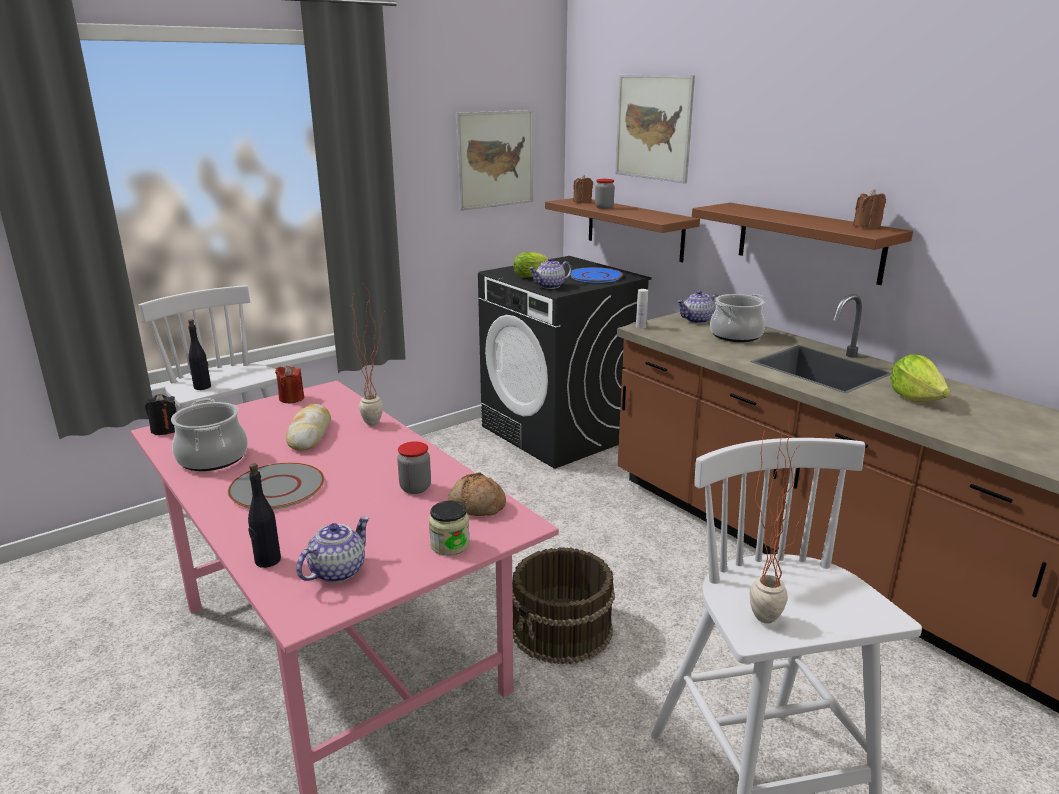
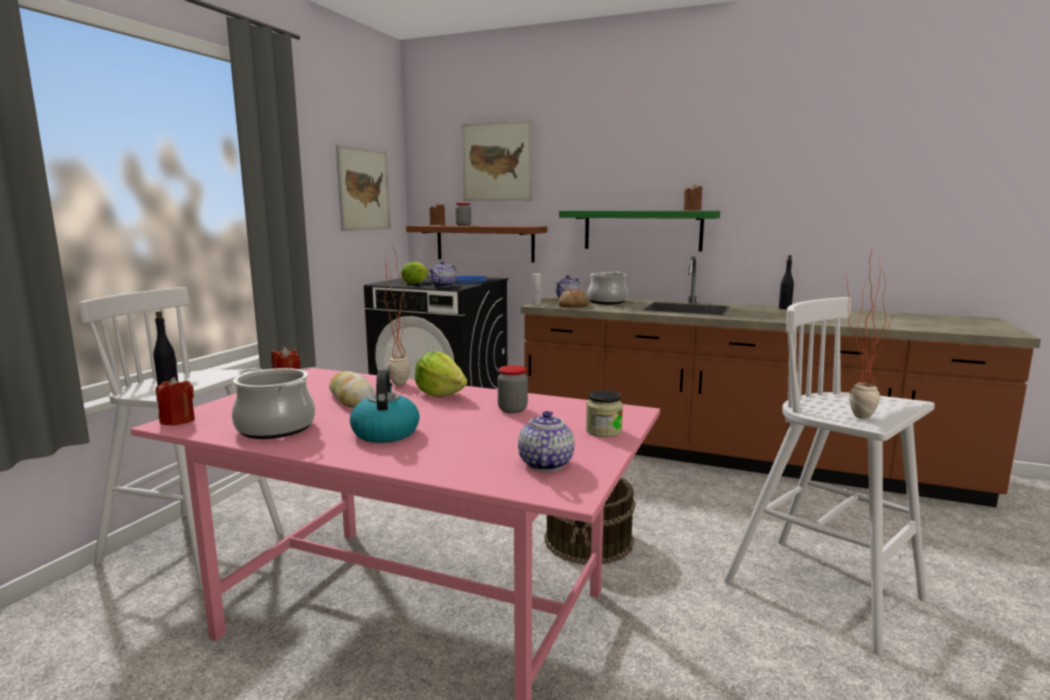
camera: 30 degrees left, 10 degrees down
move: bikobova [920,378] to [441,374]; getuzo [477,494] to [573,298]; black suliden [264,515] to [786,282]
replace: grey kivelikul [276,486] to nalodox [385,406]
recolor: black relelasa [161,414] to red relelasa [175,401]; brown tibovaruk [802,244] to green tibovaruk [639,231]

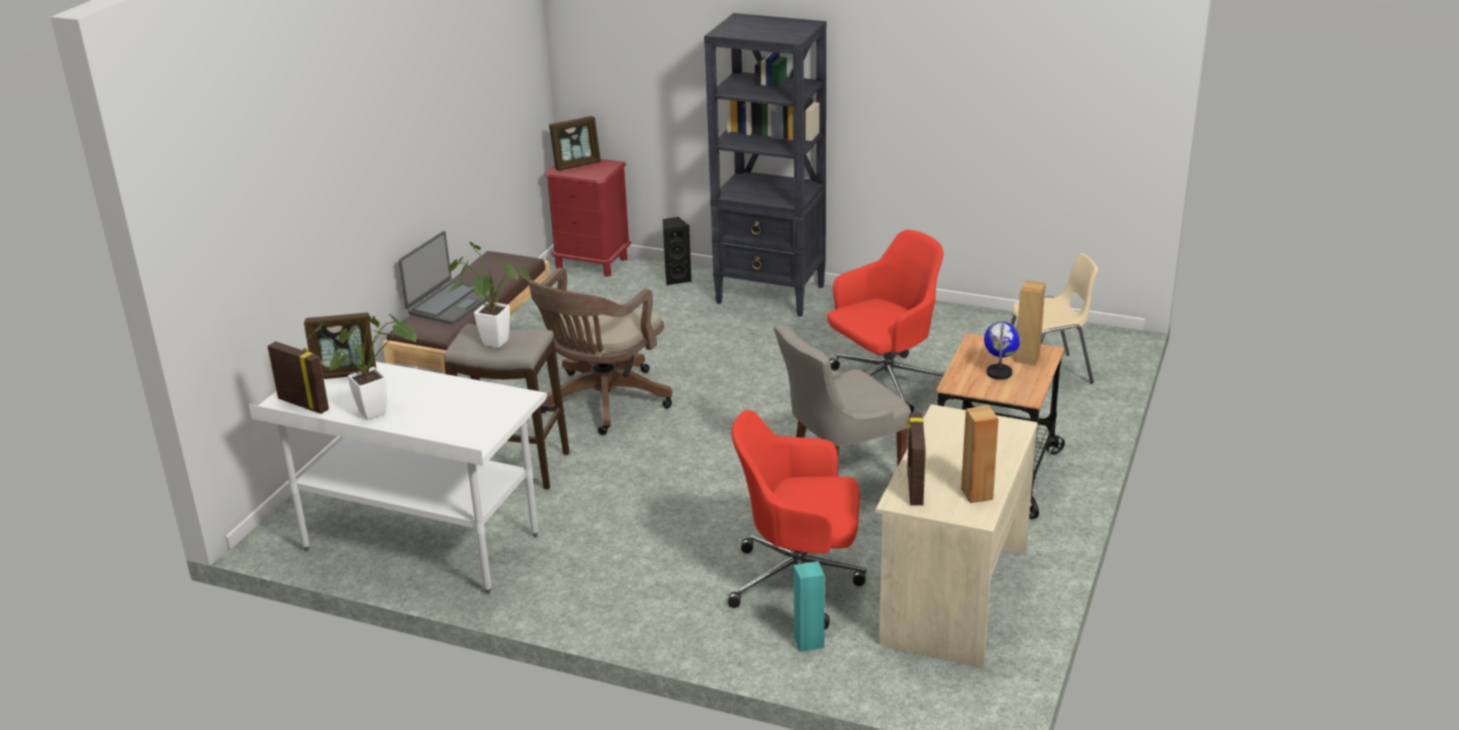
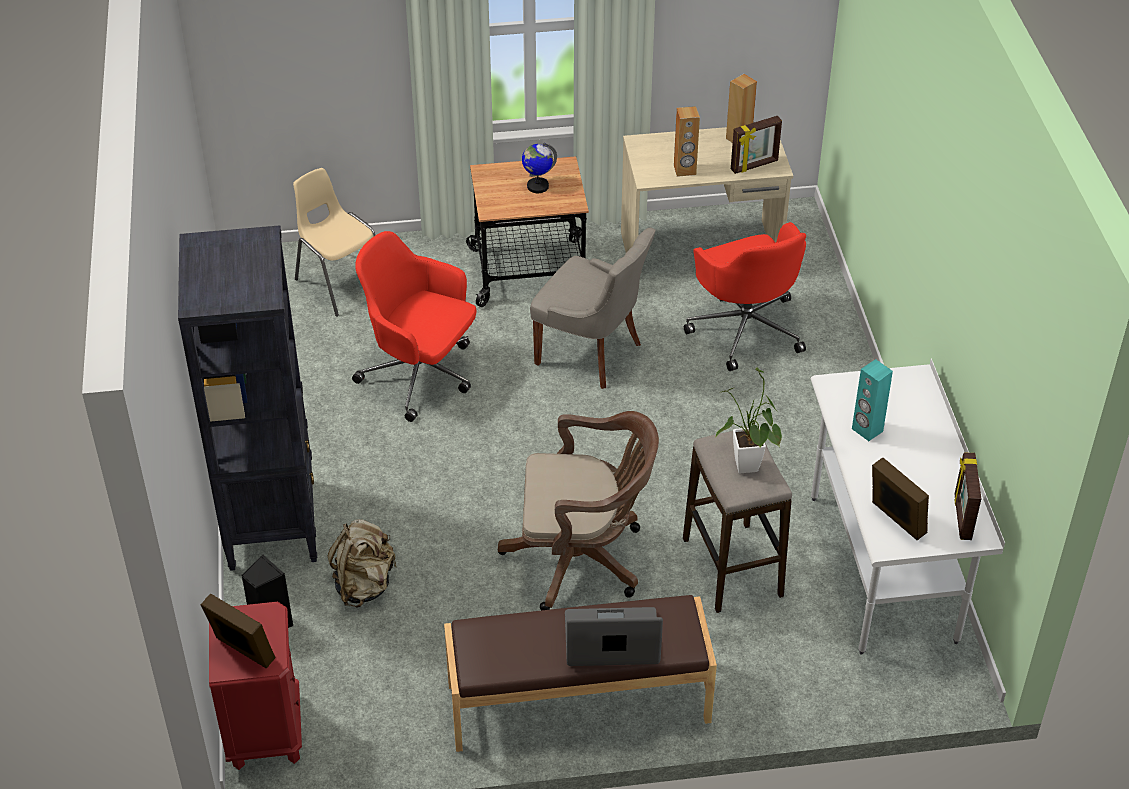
camera: 120 degrees left, 15 degrees up
delete: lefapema [362,367]
insert: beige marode [362,563]
move: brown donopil [1030,322] to [687,141]; turquoise donopil [809,606] to [872,400]

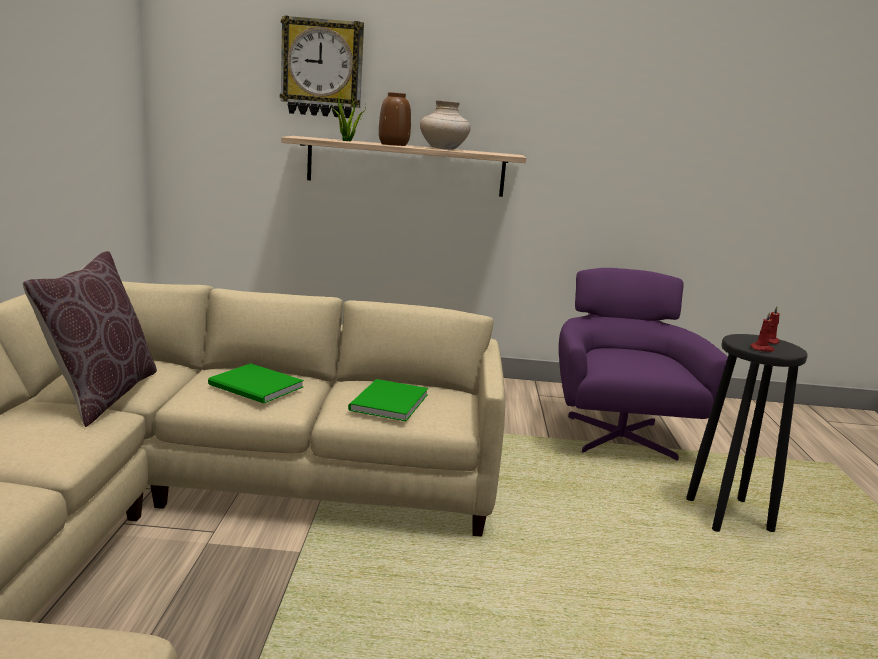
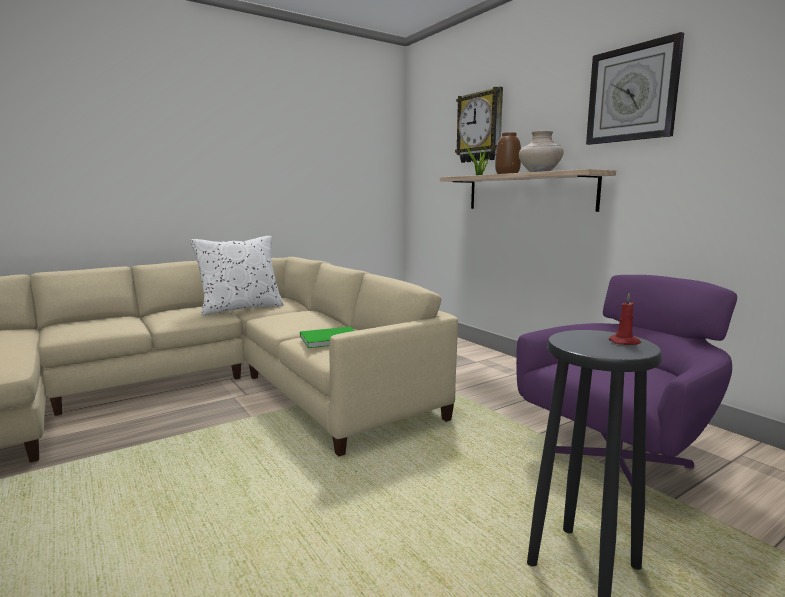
camera: 55 degrees right, 5 degrees down
delete: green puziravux [256,383]; red relelasa [762,332]
insert: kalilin [635,88]
recolor: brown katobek [90,339] to white katobek [237,276]

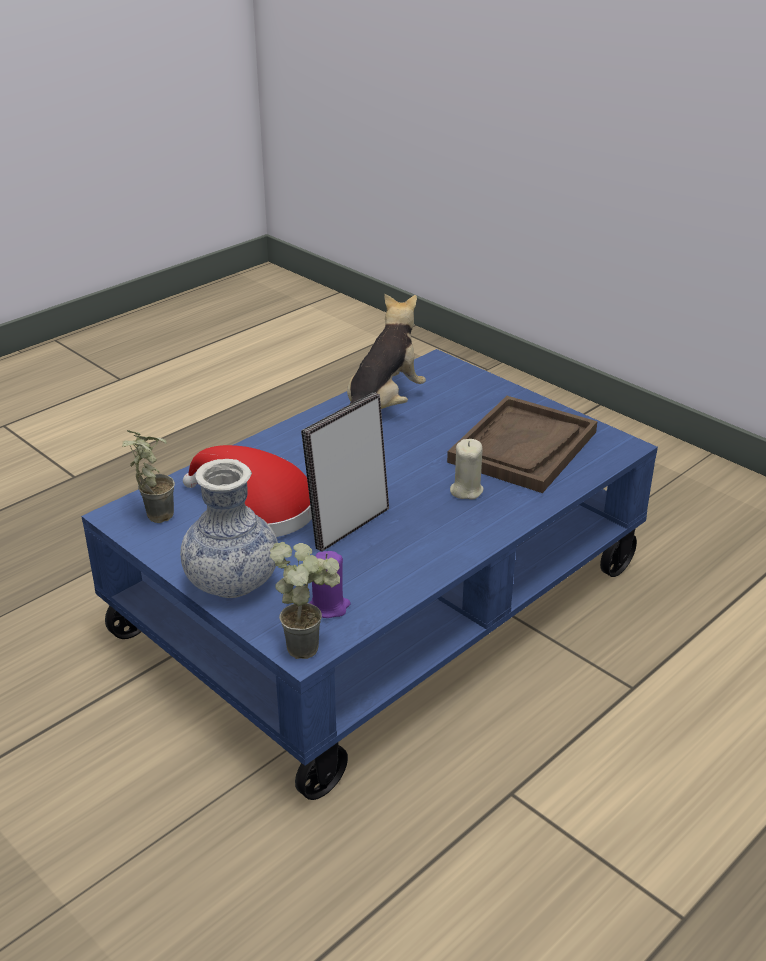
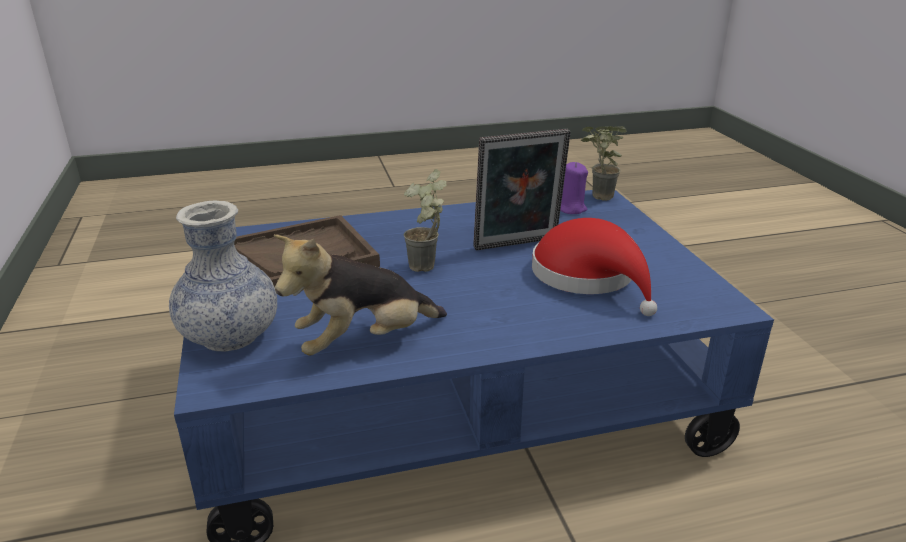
camera: 150 degrees left, 5 degrees down
delete: beige relelasa [467,469]
move: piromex [229,528] to [223,276]; lefapema [148,476] to [425,220]

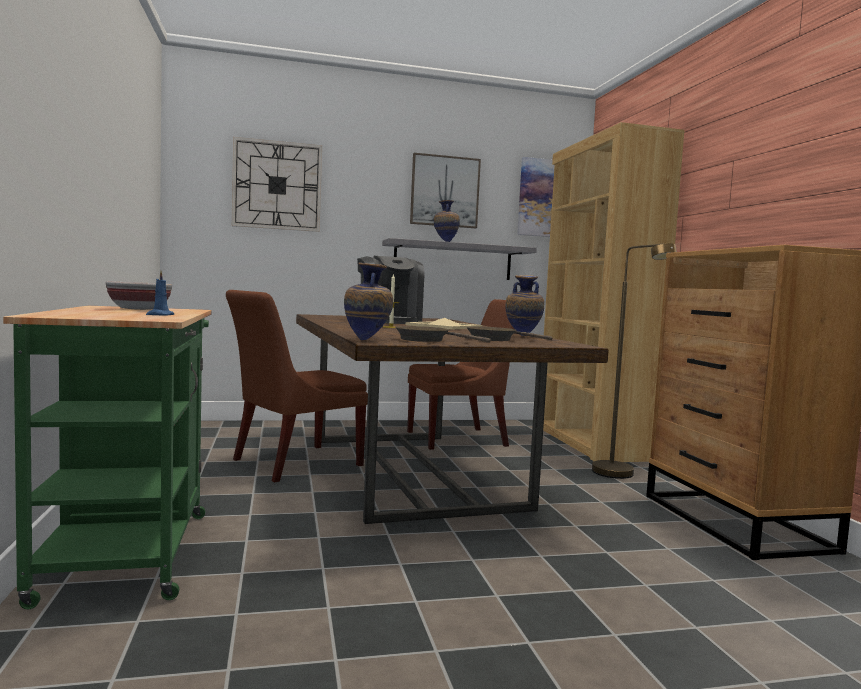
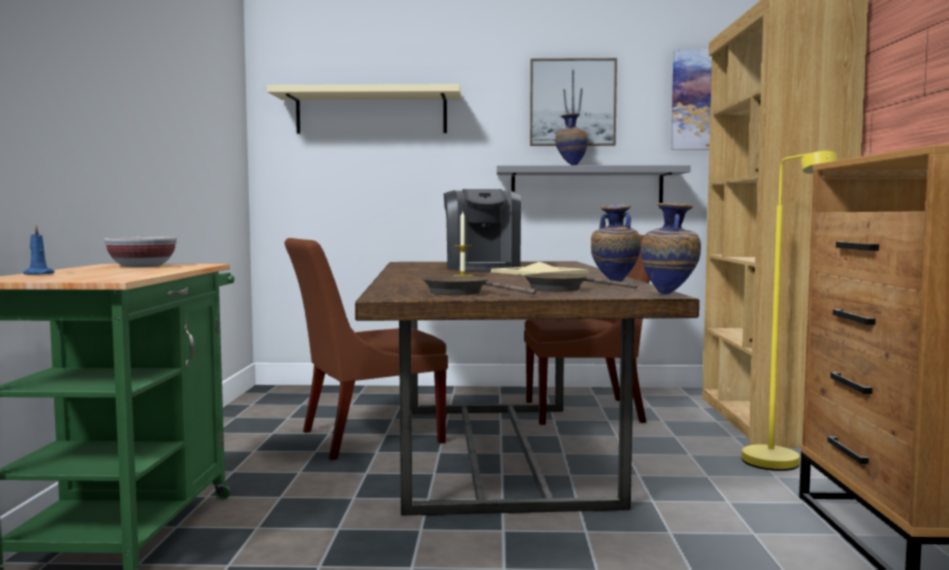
camera: 15 degrees right, 0 degrees up
move: blue relelasa [160,293] to [39,250]; piromex [368,301] to [671,249]
replace: kalilin [277,184] to beige tibovaruk [364,109]
recolor: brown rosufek [634,361] to yellow rosufek [789,311]

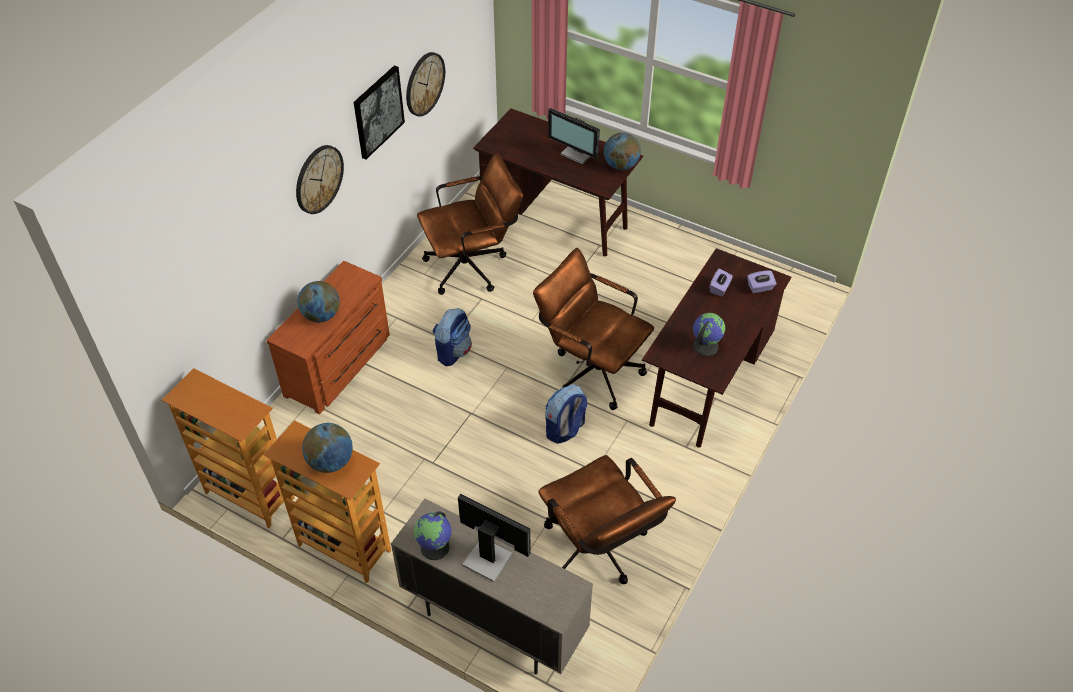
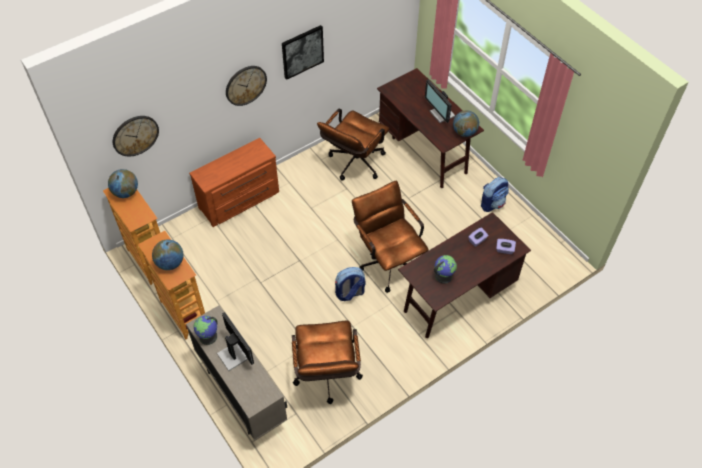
camera: 25 degrees right, 5 degrees up
move: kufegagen [319,301] to [123,183]; kalilin [425,84] to [136,136]; marode [452,337] to [495,194]
rotate: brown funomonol [470,224] = [353,144] 120 degrees clockwise

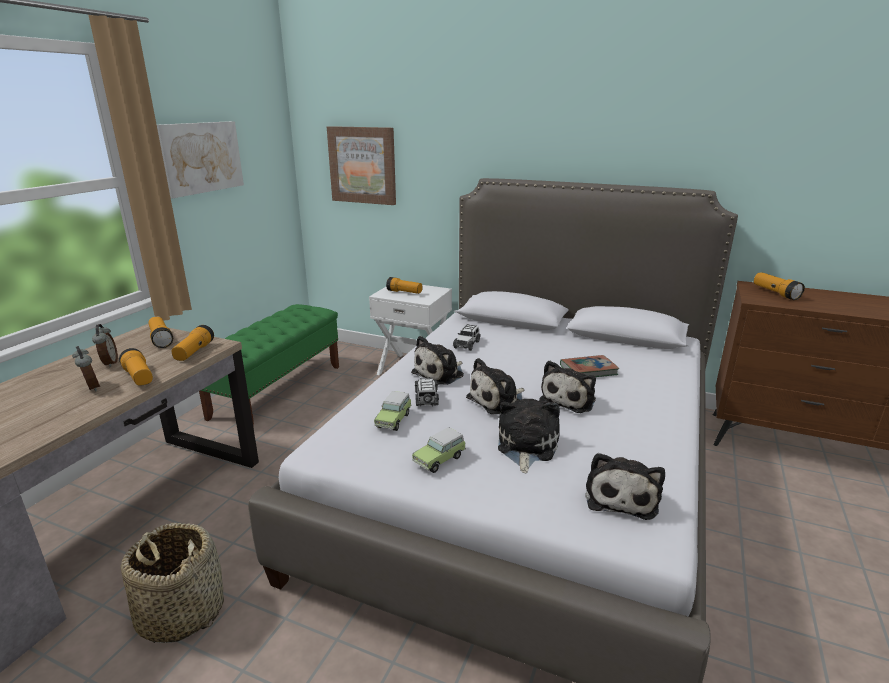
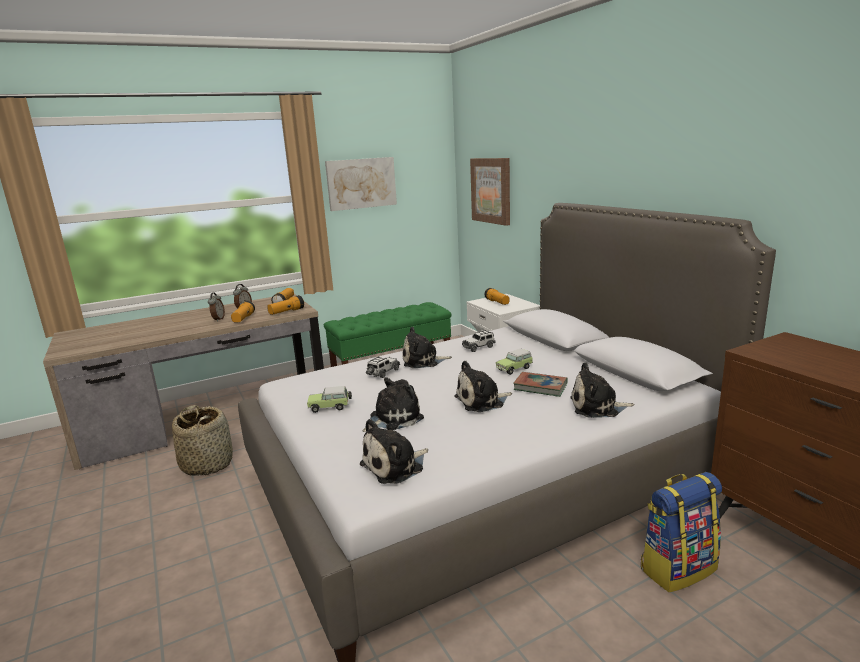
camera: 40 degrees right, 5 degrees down
delete: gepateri [779,286]
insert: marode [681,532]
move: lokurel [393,411] to [514,362]; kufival [495,386] to [602,390]

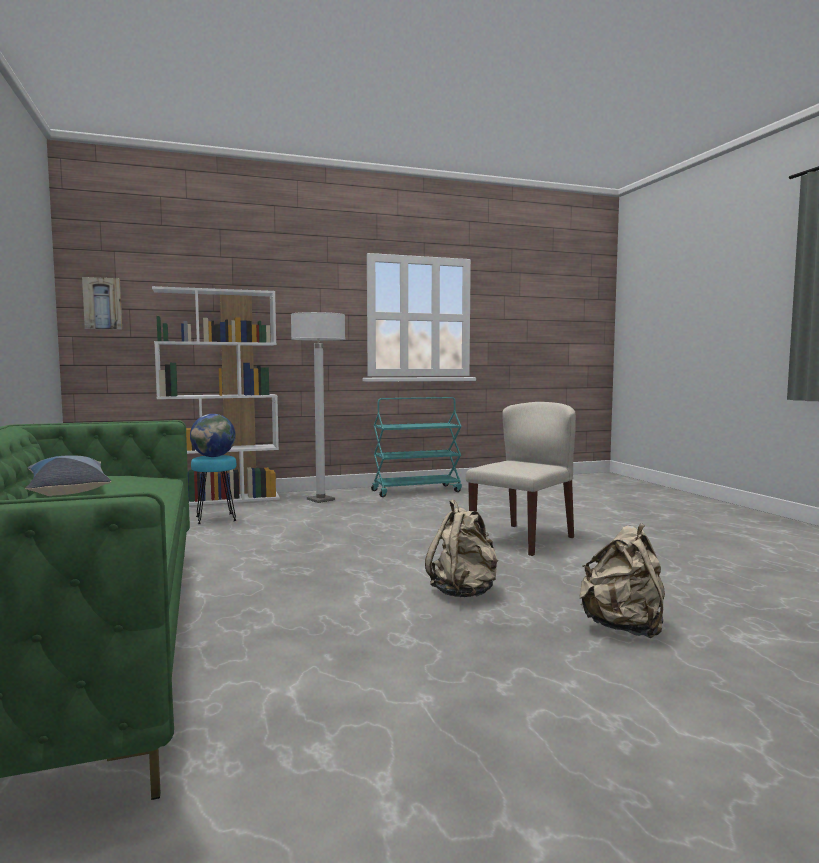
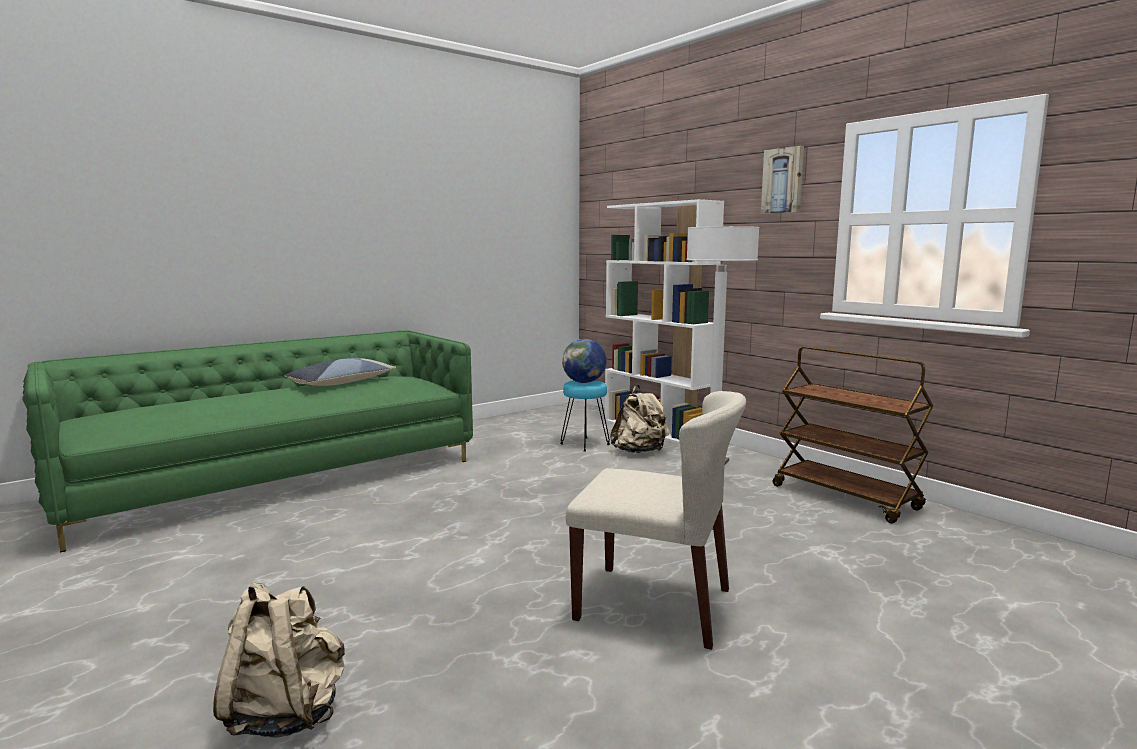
camera: 70 degrees right, 5 degrees up
move: beige marode [461,548] to [640,419]; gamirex [102,303] to [782,180]
recolor: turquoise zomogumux [416,447] to brown zomogumux [853,435]

